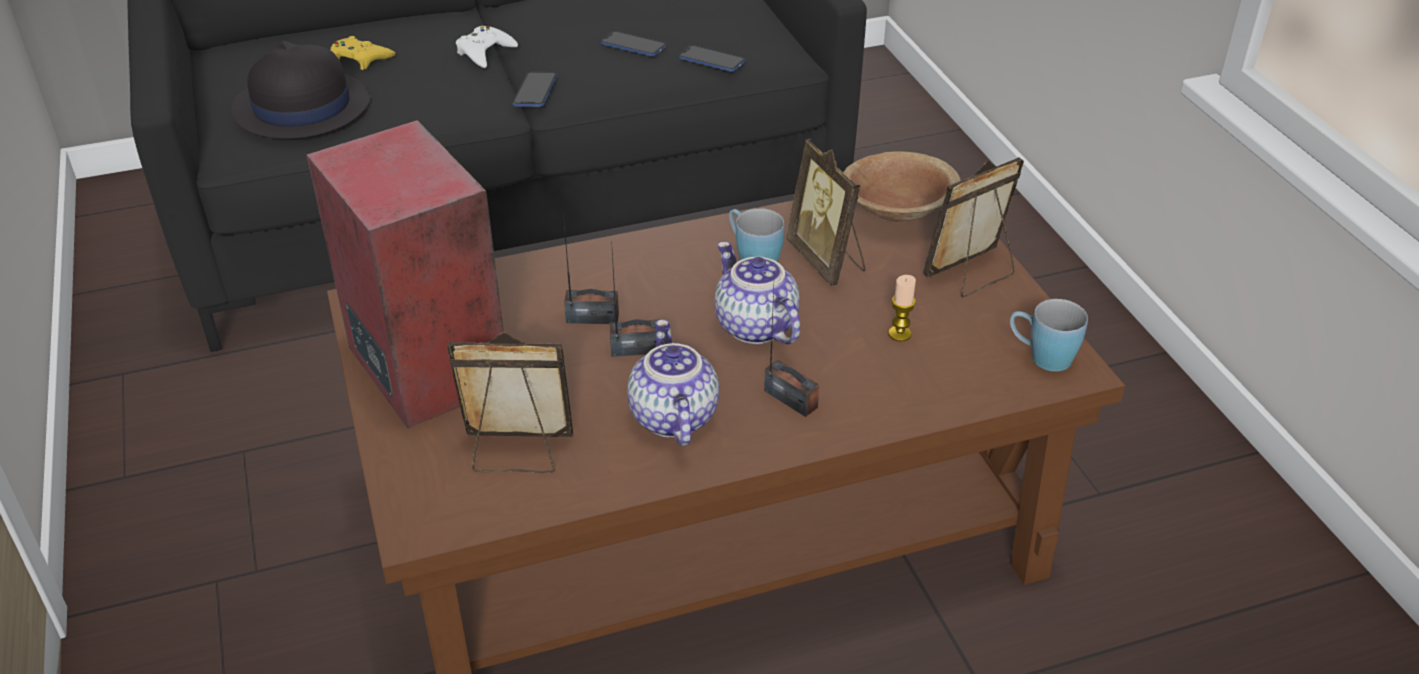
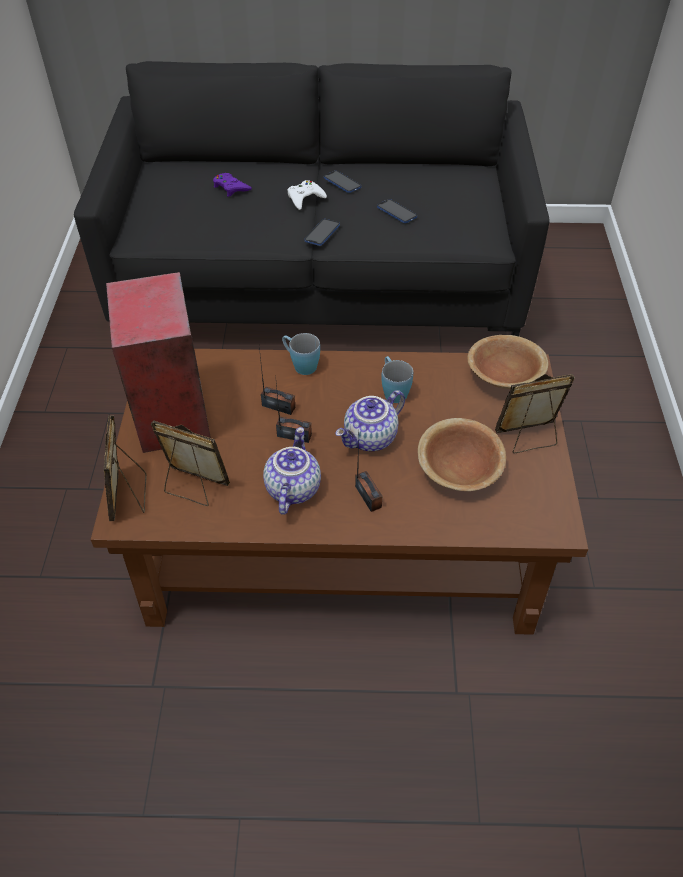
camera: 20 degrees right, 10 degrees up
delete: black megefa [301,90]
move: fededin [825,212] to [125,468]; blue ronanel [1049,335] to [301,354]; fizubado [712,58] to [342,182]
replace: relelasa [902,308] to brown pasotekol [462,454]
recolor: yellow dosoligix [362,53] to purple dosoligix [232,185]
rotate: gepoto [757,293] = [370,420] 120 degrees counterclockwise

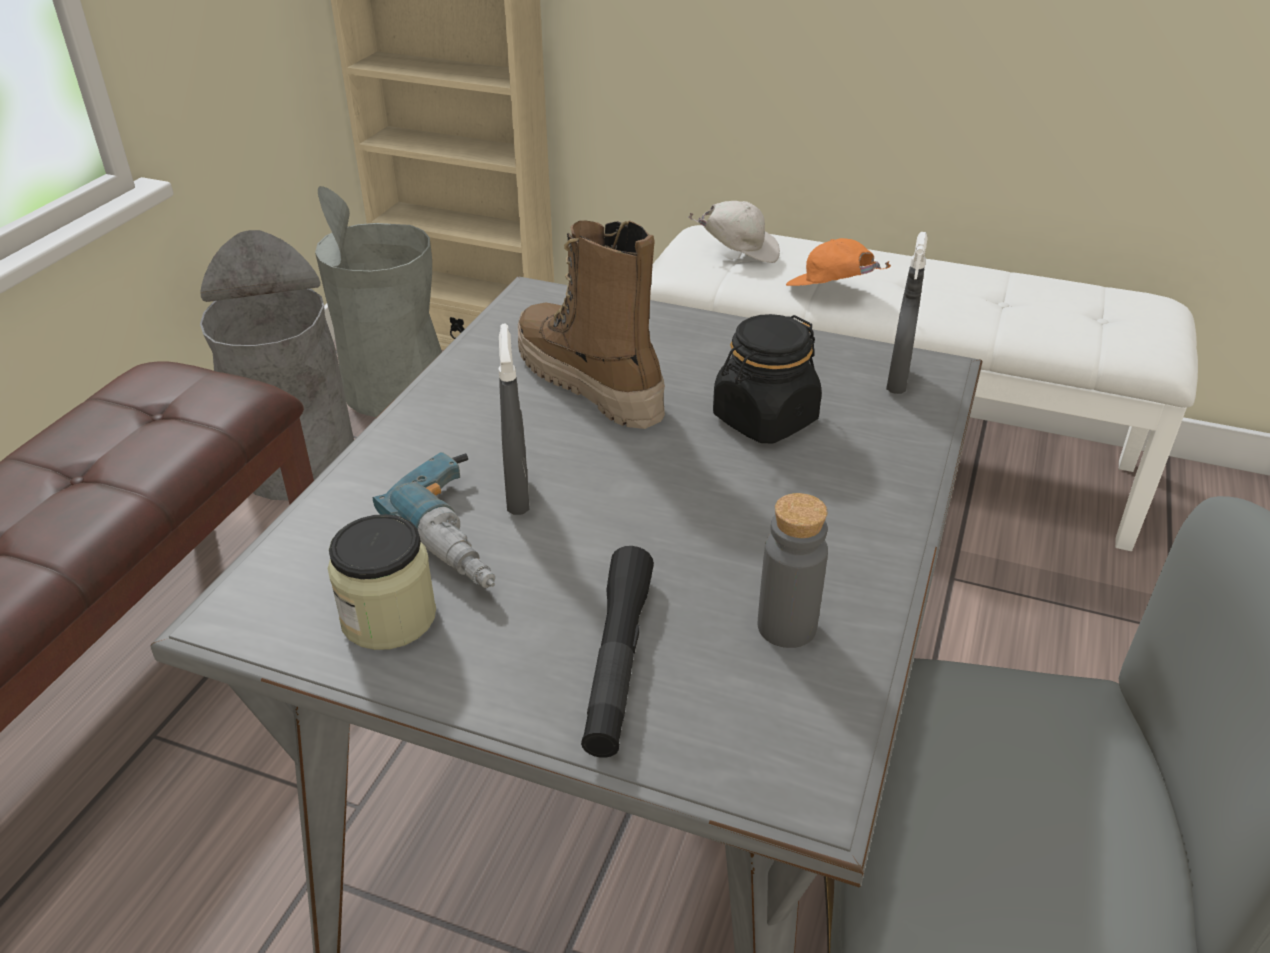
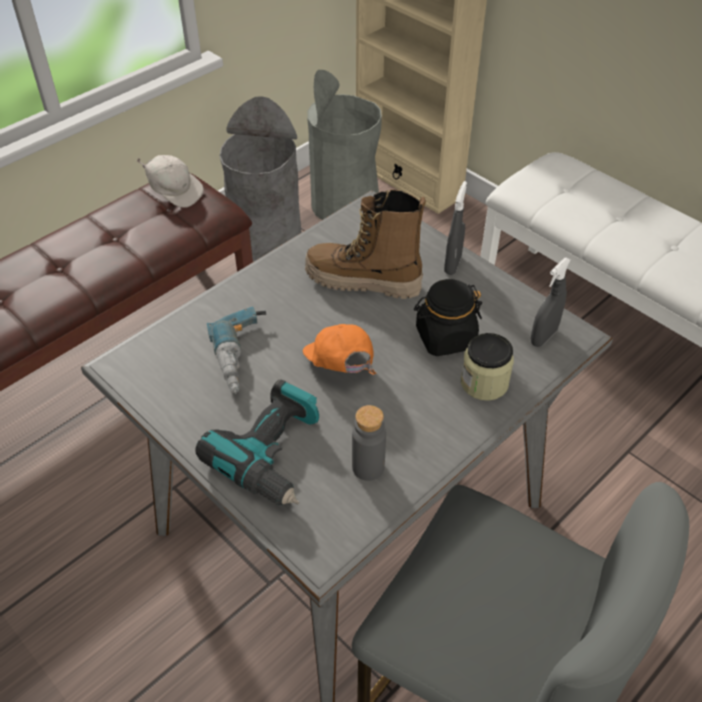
camera: 25 degrees right, 10 degrees up
move: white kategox [734,232] to [170,181]; orange kategox [838,262] to [339,349]; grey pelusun [514,419] to [455,228]; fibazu [382,582] to [487,367]
replace: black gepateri [617,652] to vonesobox [257,442]
rotate: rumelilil [591,324] = [365,244] 60 degrees counterclockwise

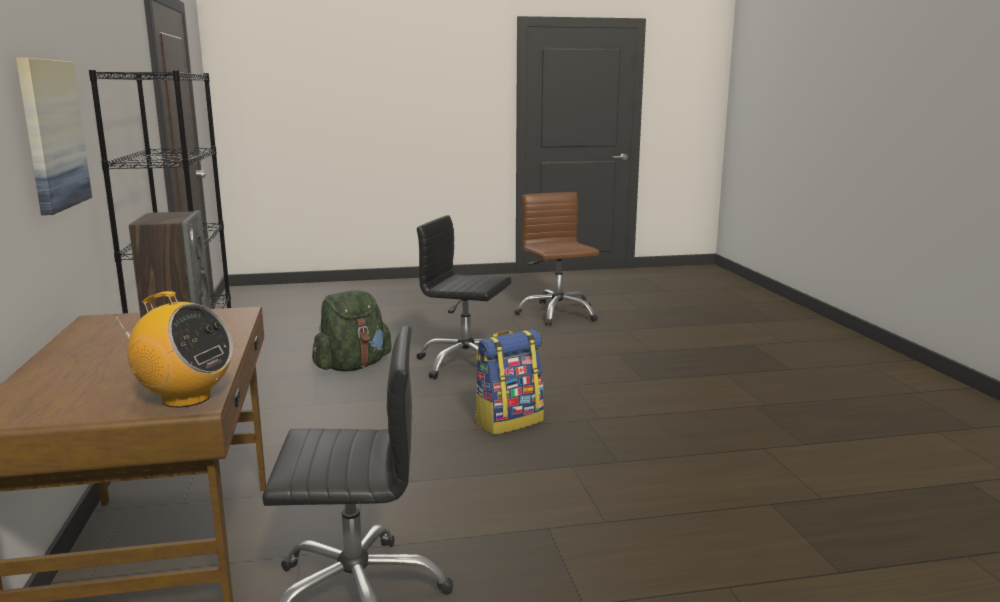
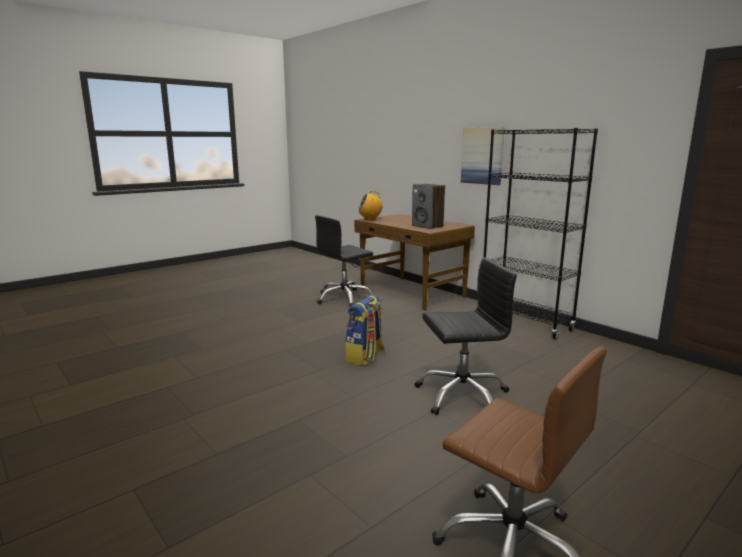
camera: 150 degrees right, 0 degrees up
delete: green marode [352,331]

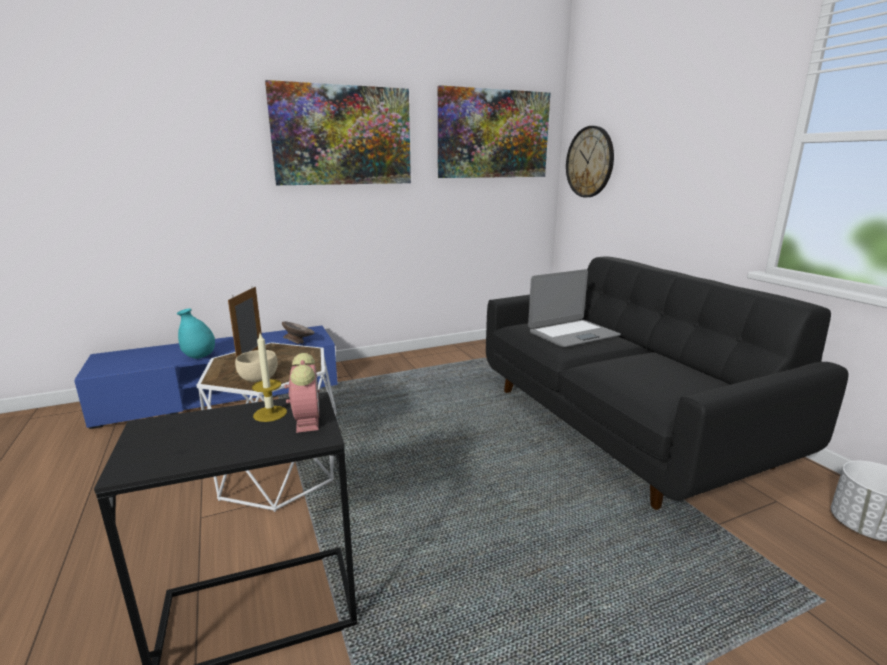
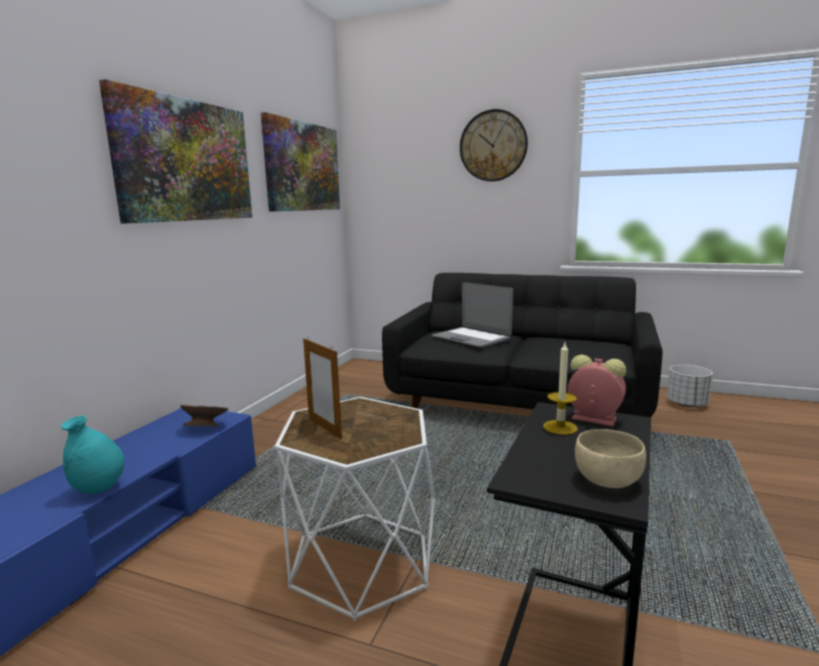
camera: 45 degrees left, 5 degrees down
move: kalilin [590,161] to [494,145]; beige pasotekol [256,366] to [610,458]
rotate: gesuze [574,308] = [472,314] 120 degrees clockwise

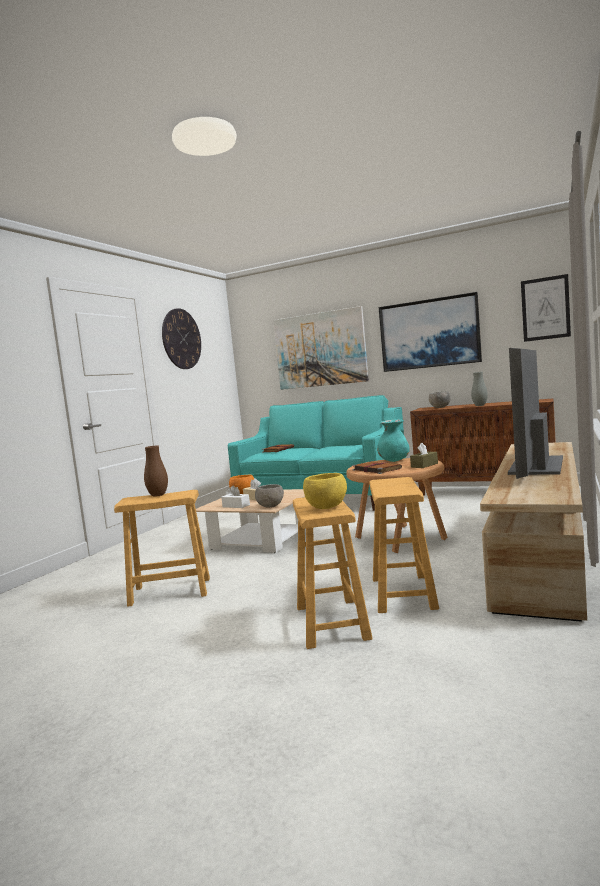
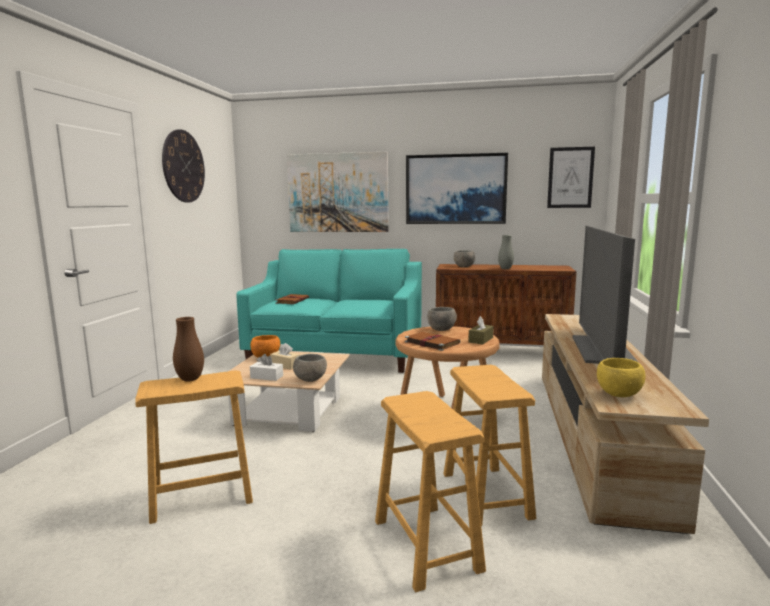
camera: 15 degrees left, 5 degrees up
move: yellow pasotekol [325,491] to [621,377]
replace: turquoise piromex [393,440] to grey pasotekol [442,319]

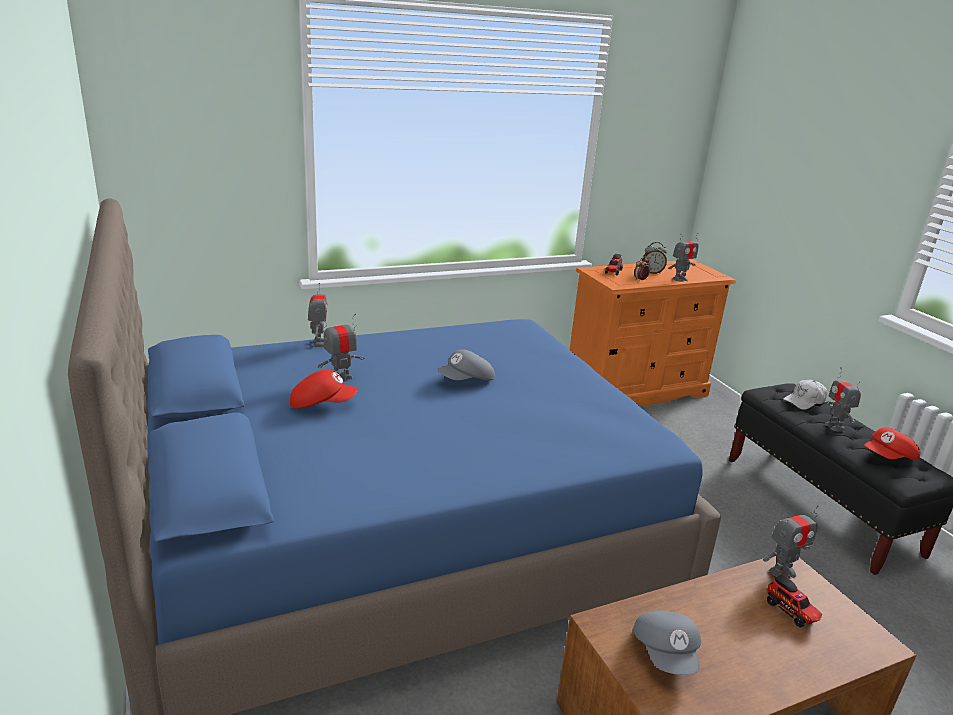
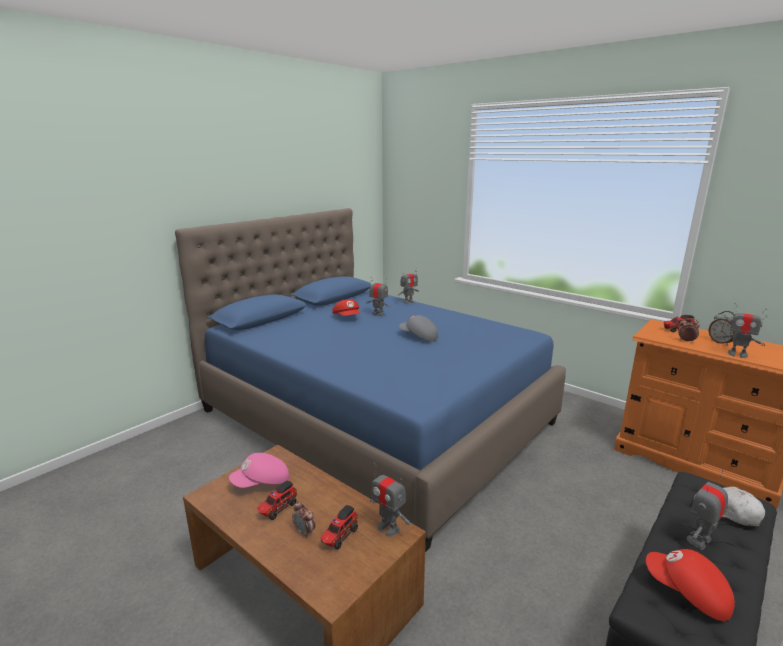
camera: 65 degrees right, 5 degrees down
insert: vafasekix [277,500]; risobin [304,519]
recolor: grey kategox [667,642] to pink kategox [259,470]

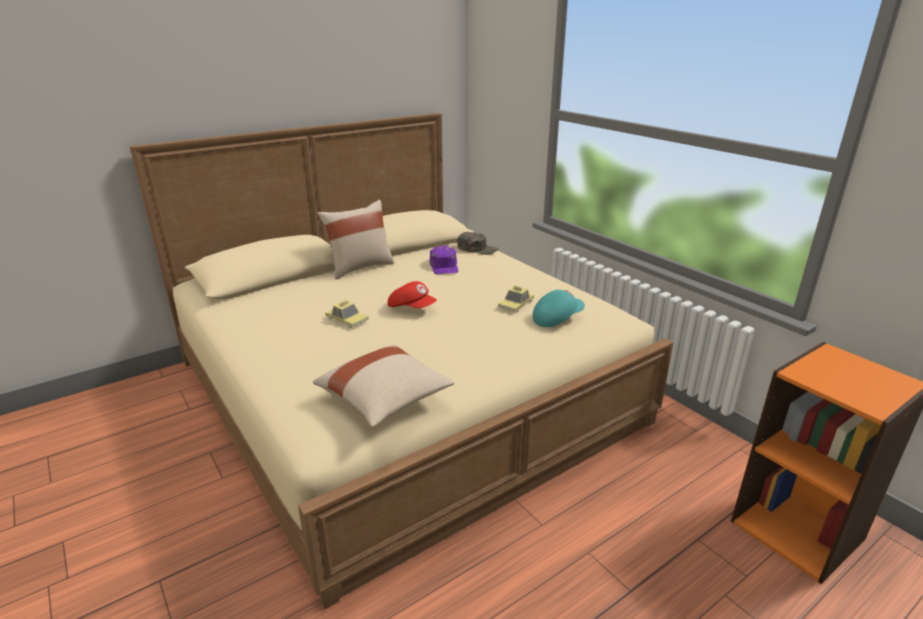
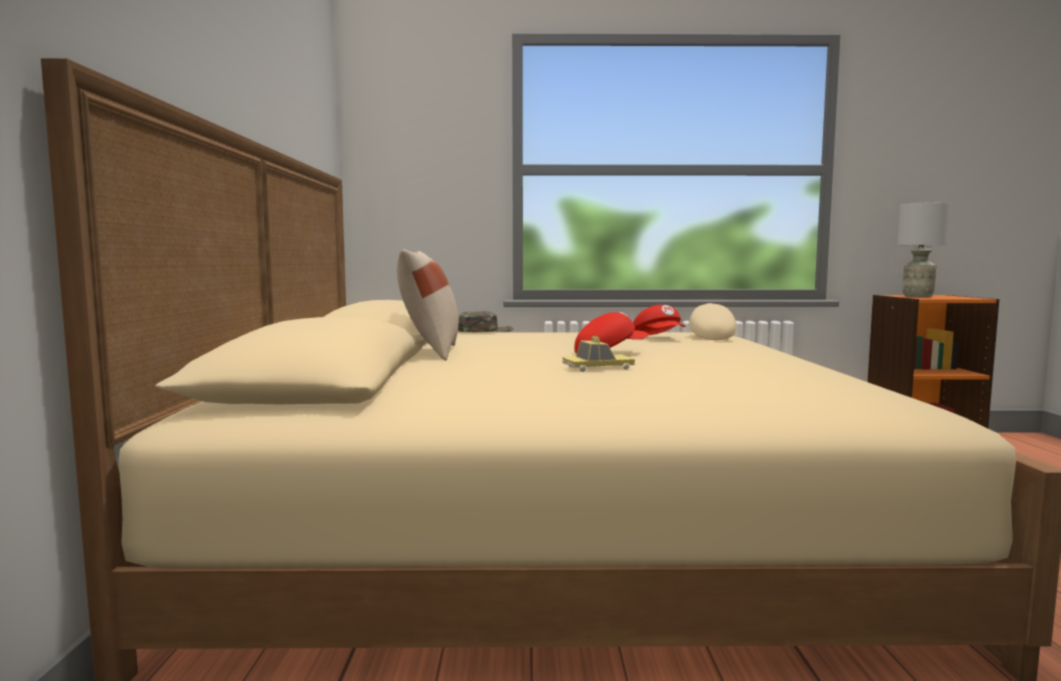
camera: 55 degrees left, 20 degrees down
delete: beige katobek [383,386]; purple kategox [444,260]
insert: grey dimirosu [923,249]
replace: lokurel [516,298] to red kategox [659,320]
recolor: turquoise kategox [559,308] to beige kategox [713,321]

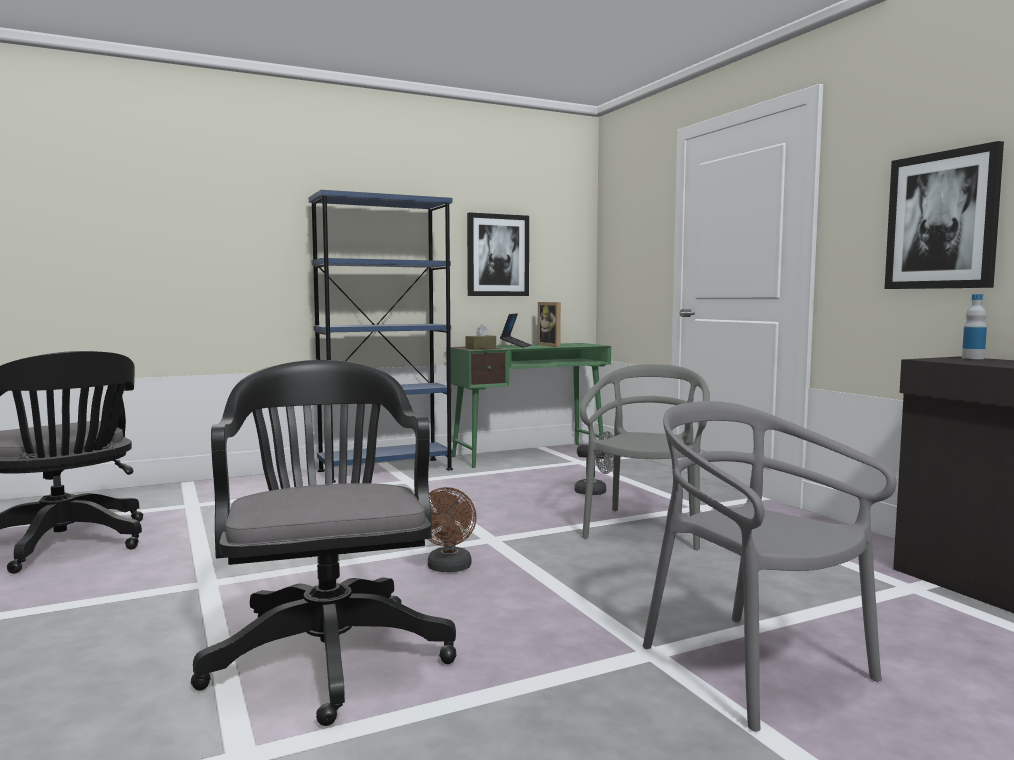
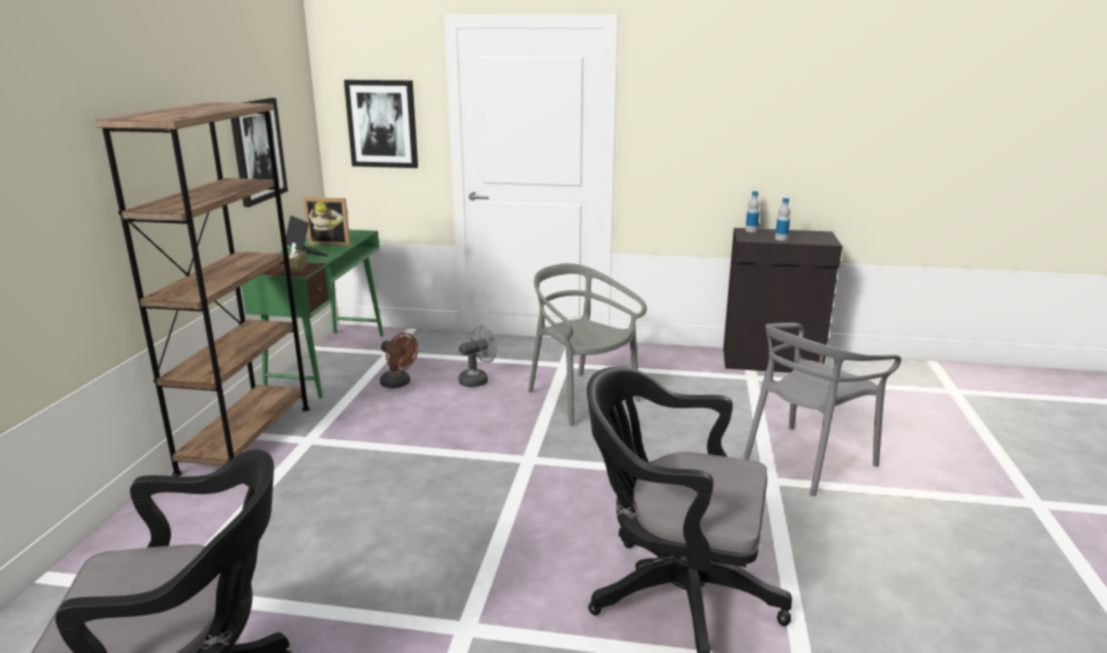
camera: 55 degrees left, 15 degrees up
insert: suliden [782,219]
move: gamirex [944,215] to [381,124]; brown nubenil [452,529] to [399,361]
recolor: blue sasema [381,336] to brown sasema [202,289]
rotate: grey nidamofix [770,566] = [822,409] 45 degrees counterclockwise

